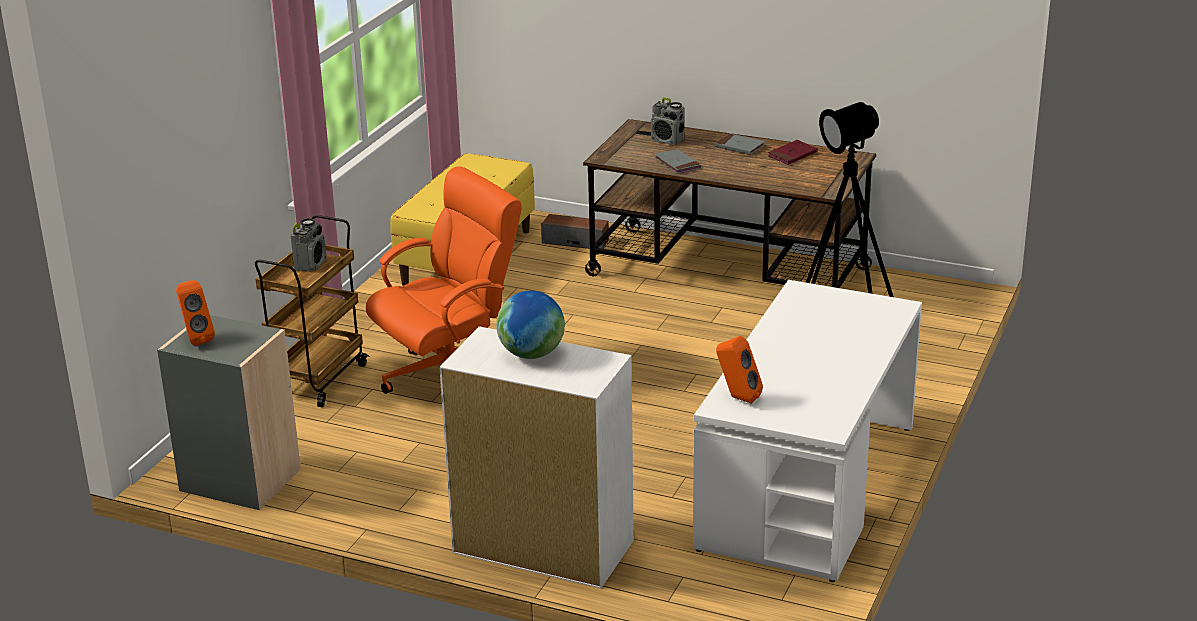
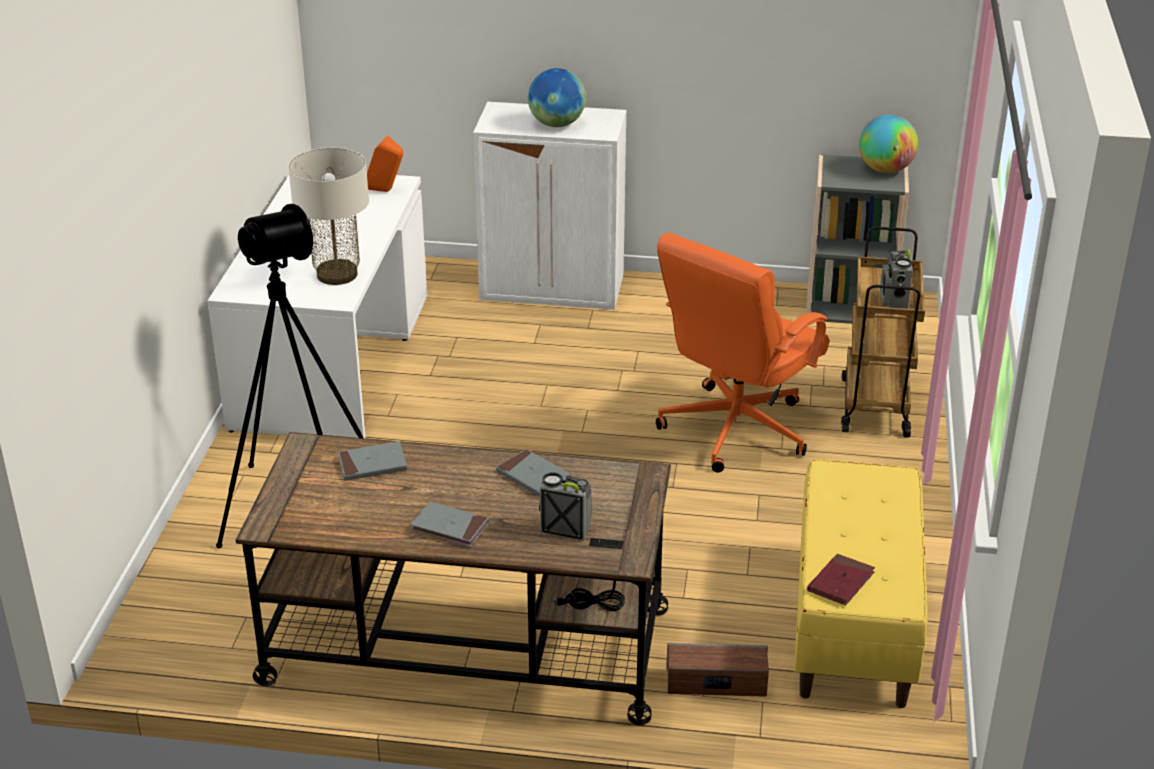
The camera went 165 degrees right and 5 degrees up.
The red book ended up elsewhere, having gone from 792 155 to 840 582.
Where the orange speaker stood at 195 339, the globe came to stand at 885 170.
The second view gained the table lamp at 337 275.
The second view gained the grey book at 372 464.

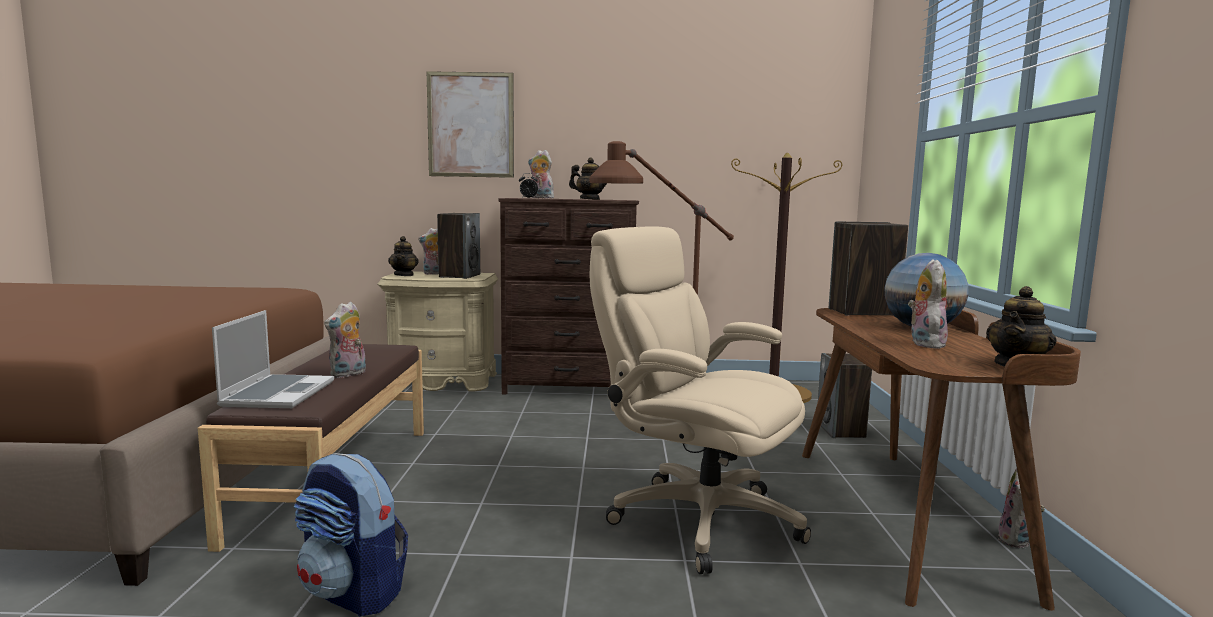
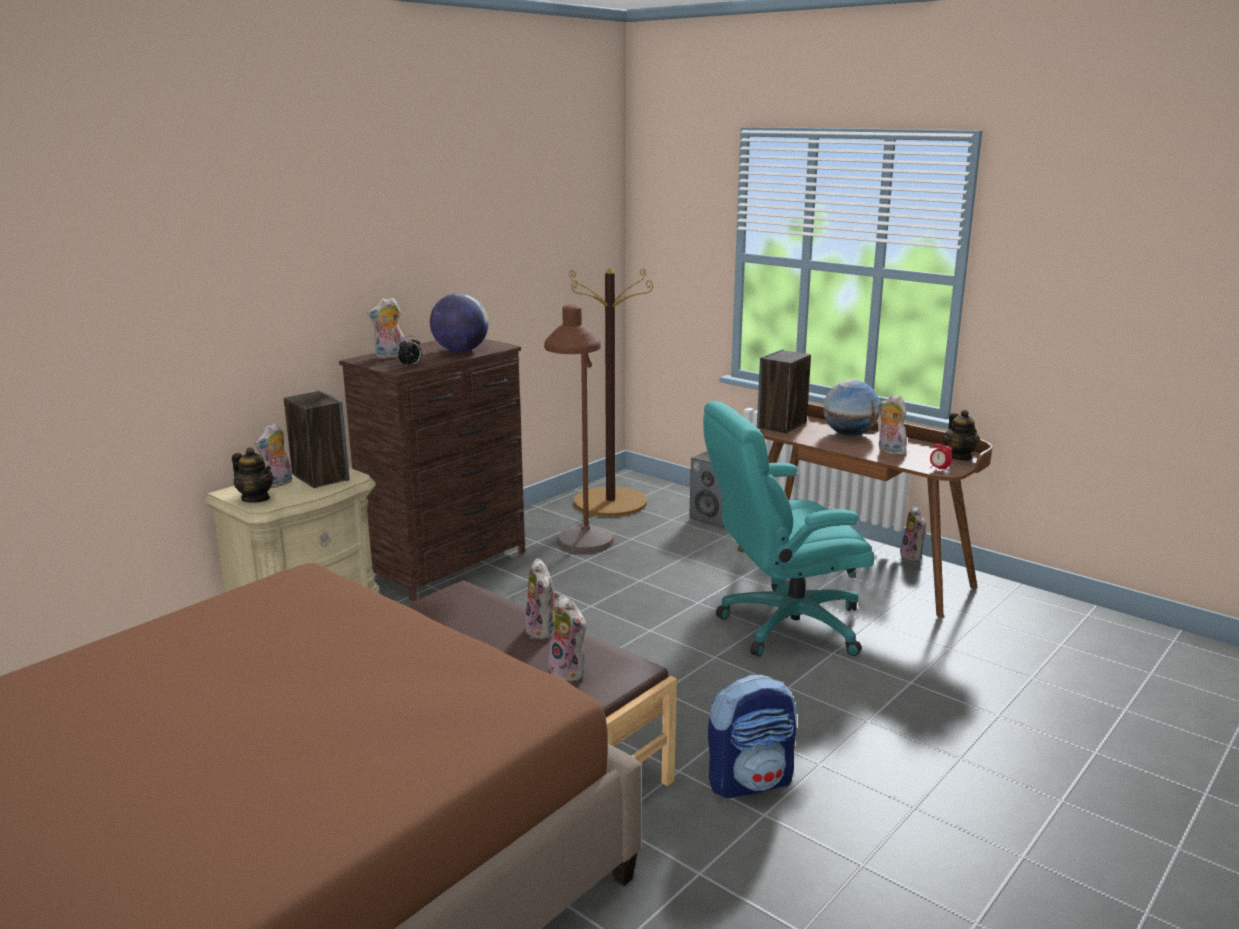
The camera went 50 degrees left and 10 degrees up.
The second view lost the picture at 470 125.
Where the teapot stood at 589 199, the globe came to stand at 460 351.
What was the beige office chair at 694 517 turned into the turquoise office chair at 781 626.
Where the laptop stood at 278 393, the plush toy came to stand at 570 672.
The second view gained the alarm clock at 939 469.

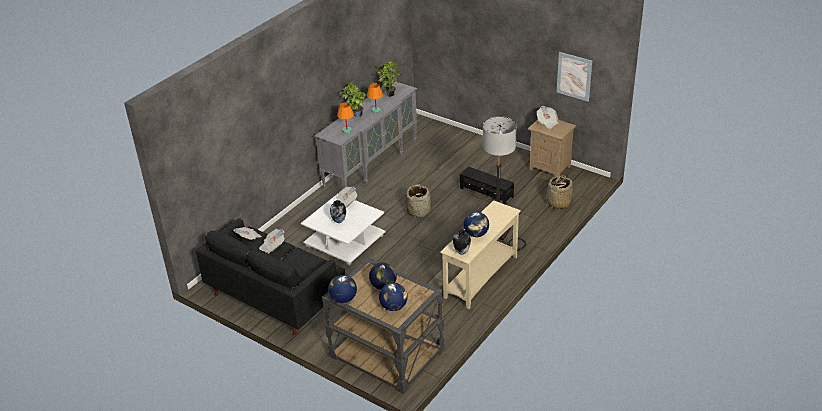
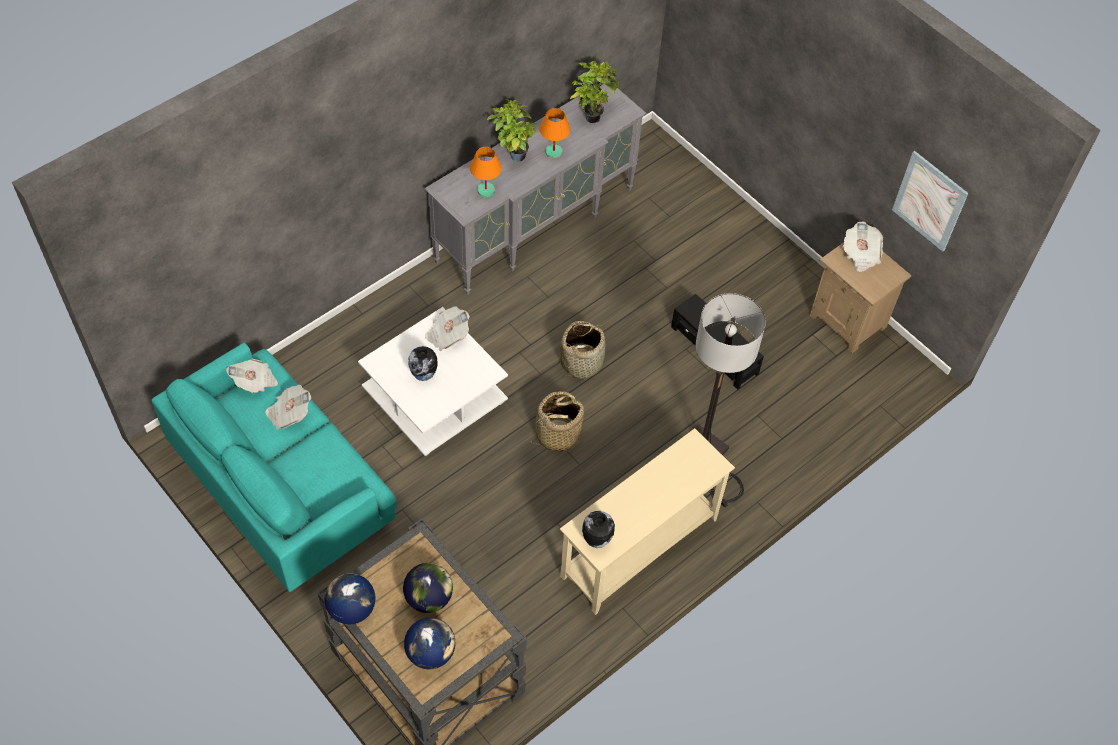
The camera went 10 degrees right and 20 degrees up.
The basket ended up elsewhere, having gone from 558 203 to 557 434.
The second view lost the globe at 476 234.
What was the black sofa at 276 296 turned into the turquoise sofa at 283 490.

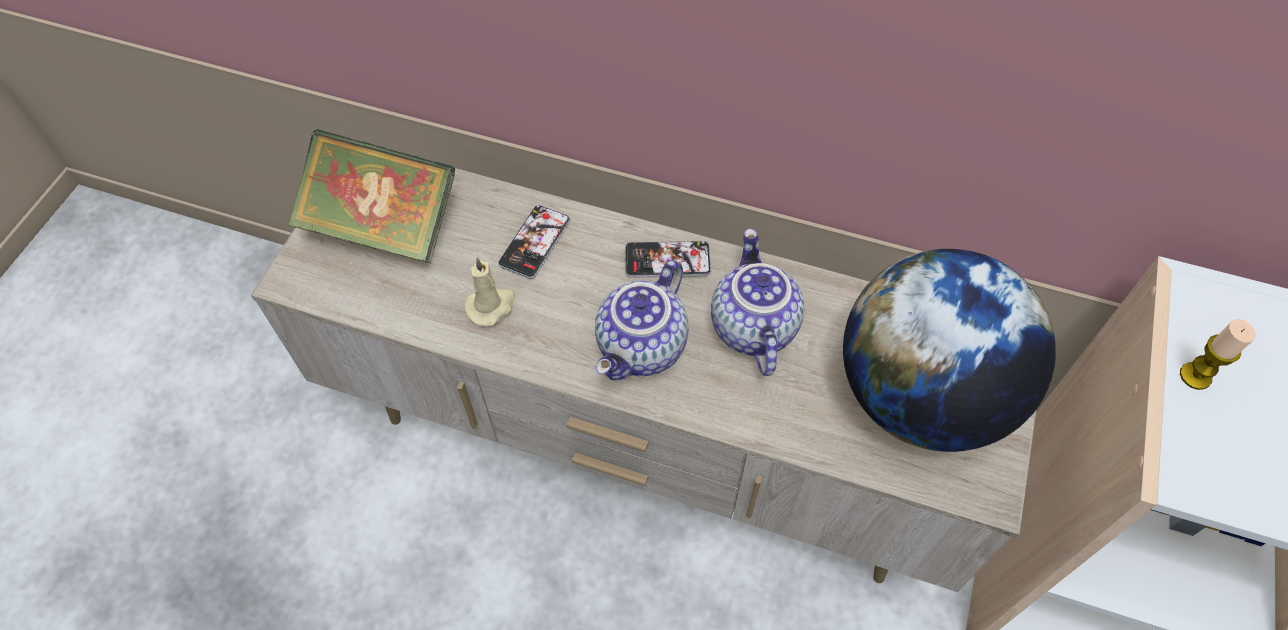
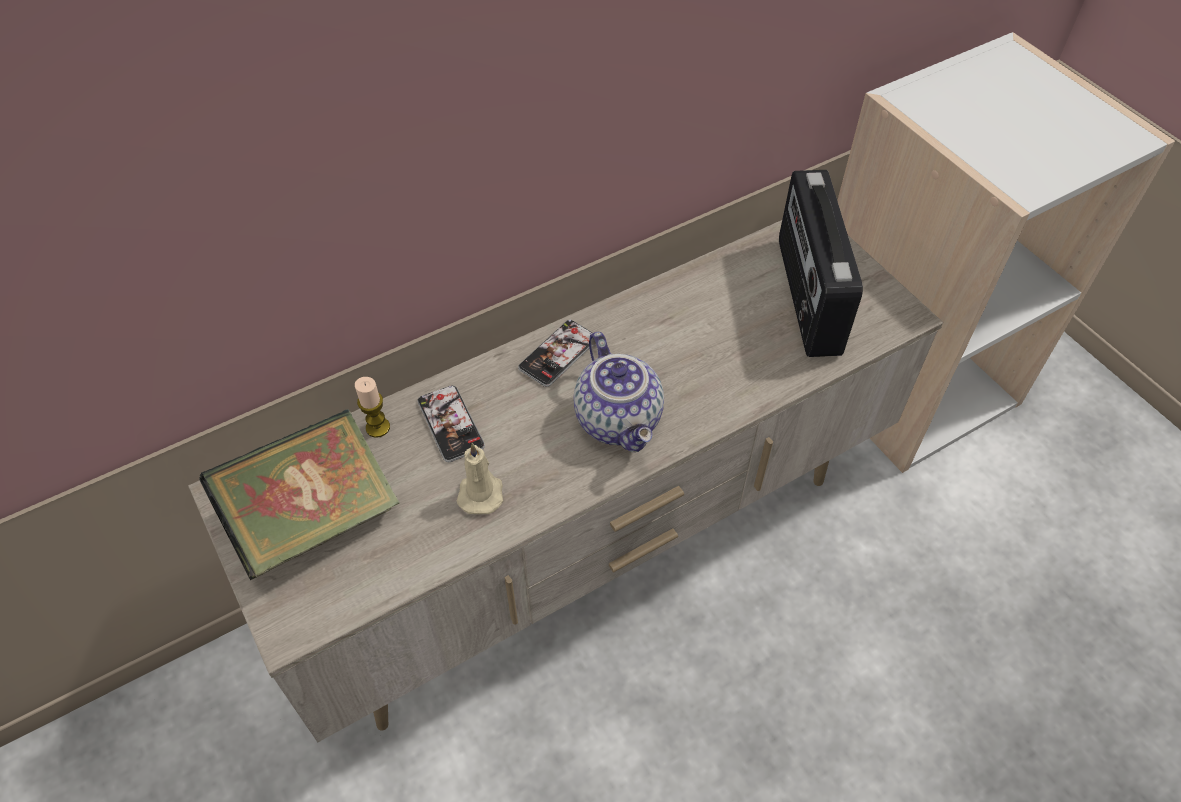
The camera went 50 degrees left and 5 degrees down.
The second view lost the teapot at 751 327.
Where the globe stood at 922 396, the radio came to stand at 806 296.
The candle ended up elsewhere, having gone from 1195 376 to 378 427.

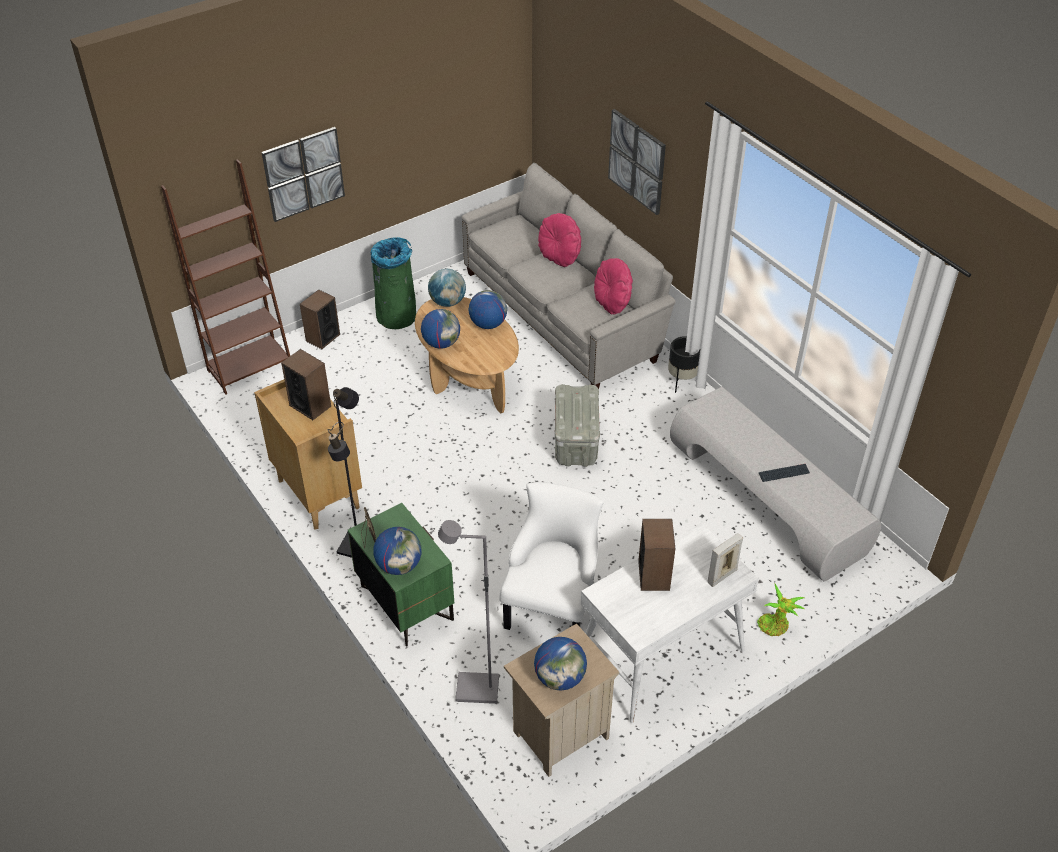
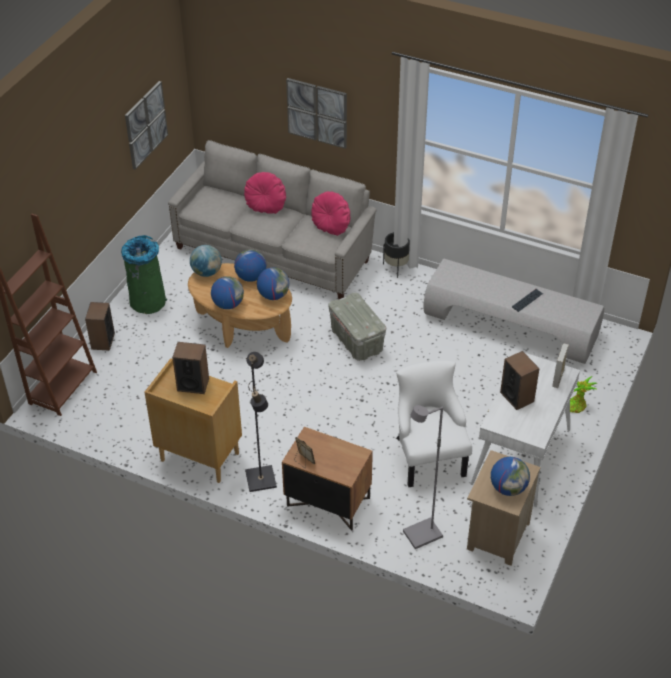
The camera went 30 degrees left and 0 degrees up.
The picture ended up elsewhere, having gone from 303 173 to 145 125.
What was the green nightstand at 405 603 turned into the brown nightstand at 327 502.
The globe ended up elsewhere, having gone from 399 565 to 273 295.

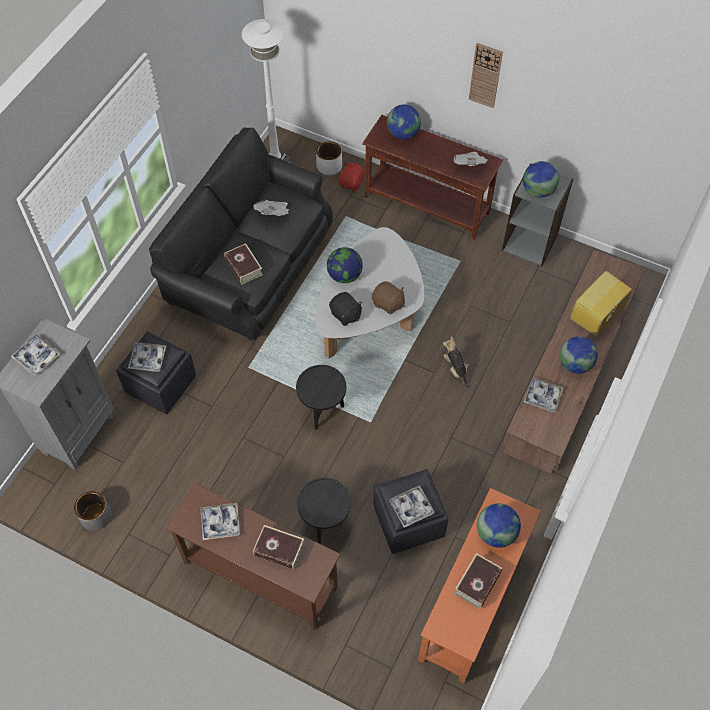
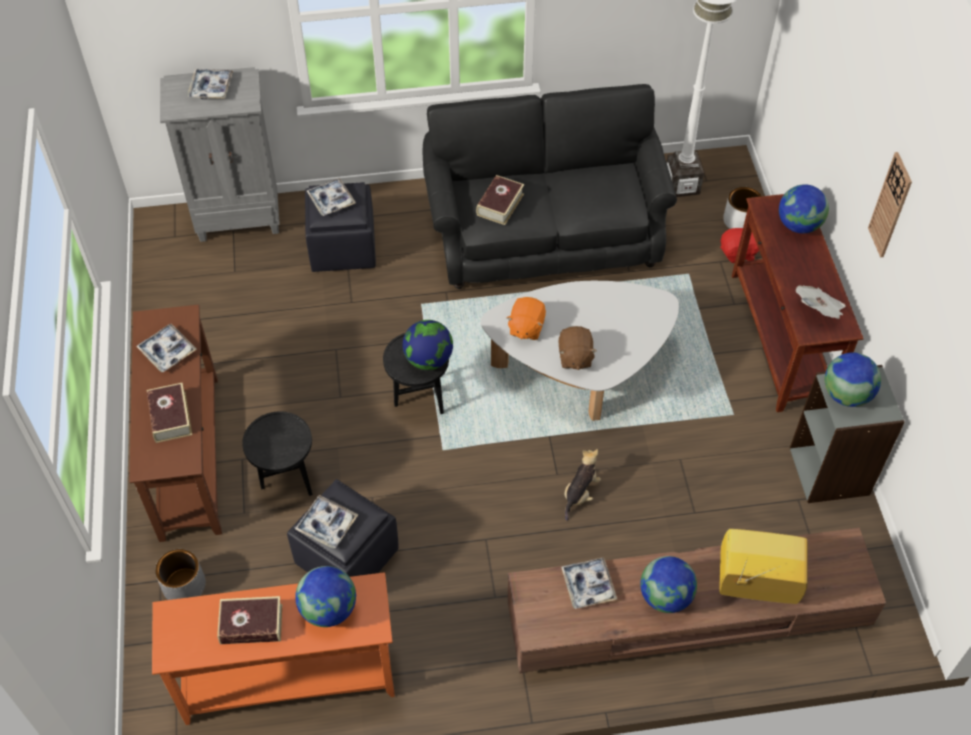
The camera went 55 degrees right and 5 degrees down.
The second view lost the newspaper at 273 213.
The globe ended up elsewhere, having gone from 344 275 to 428 359.
What was the black plush toy at 345 314 turned into the orange plush toy at 526 327.
The grey planter ended up elsewhere, having gone from 95 516 to 184 585.

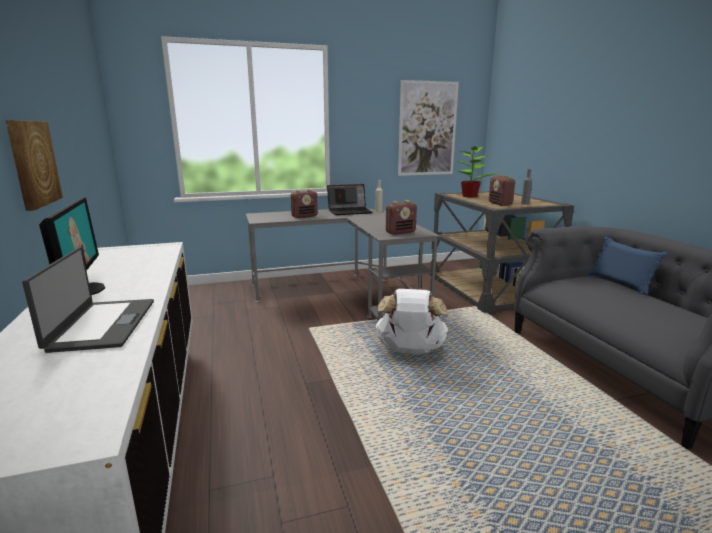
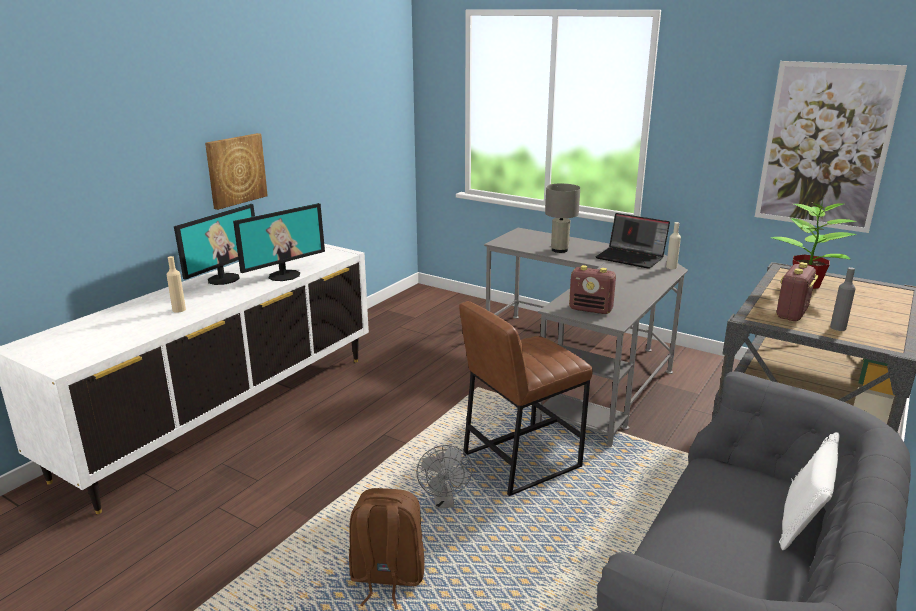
The camera went 50 degrees right and 5 degrees up.
Where the radio stood at 304 216, the grey table lamp came to stand at 560 250.
What was the blue pillow at 620 284 turned into the white pillow at 803 519.
Where the laptop stood at 102 325, the beige bottle came to stand at 179 310.
Where the white backpack stood at 410 350, the brown chair came to stand at 520 461.
The second view gained the monitor at 284 275.
The second view gained the grey fan at 444 502.
The second view gained the brown backpack at 386 578.

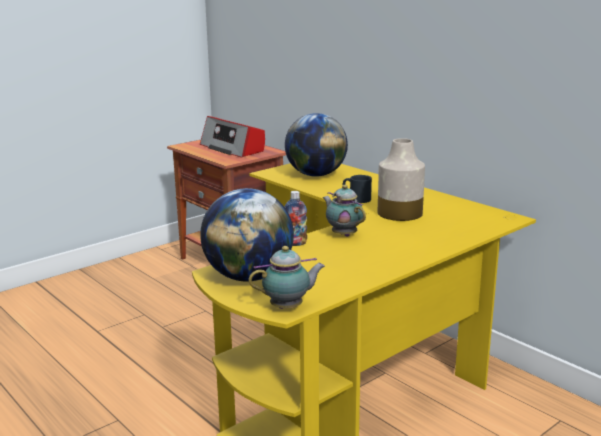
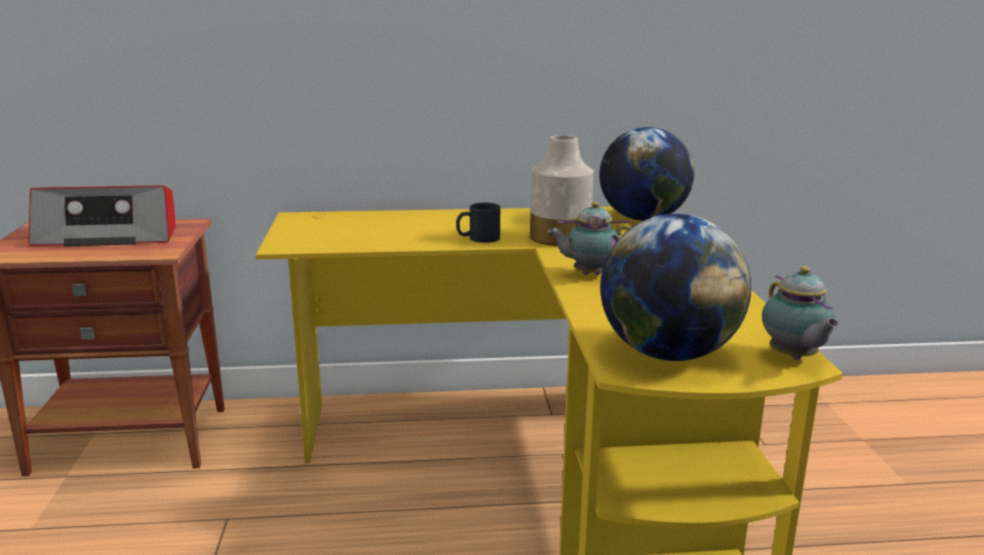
The camera went 55 degrees left and 0 degrees up.
The globe ended up elsewhere, having gone from 315 175 to 642 219.
The second view lost the bottle at 295 243.
The teapot at 289 307 ended up facing another way, 150 degrees clockwise from before.

